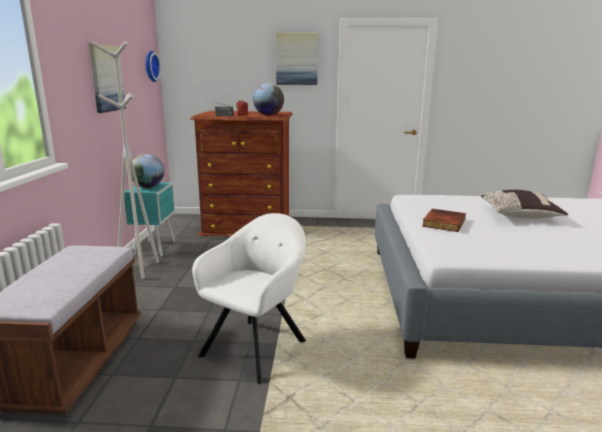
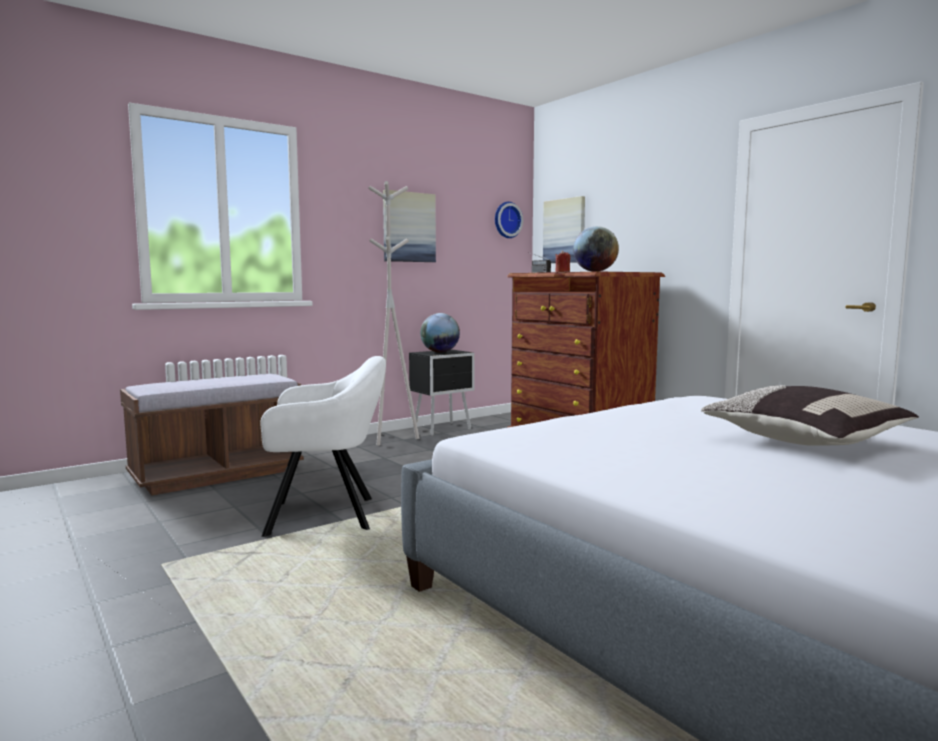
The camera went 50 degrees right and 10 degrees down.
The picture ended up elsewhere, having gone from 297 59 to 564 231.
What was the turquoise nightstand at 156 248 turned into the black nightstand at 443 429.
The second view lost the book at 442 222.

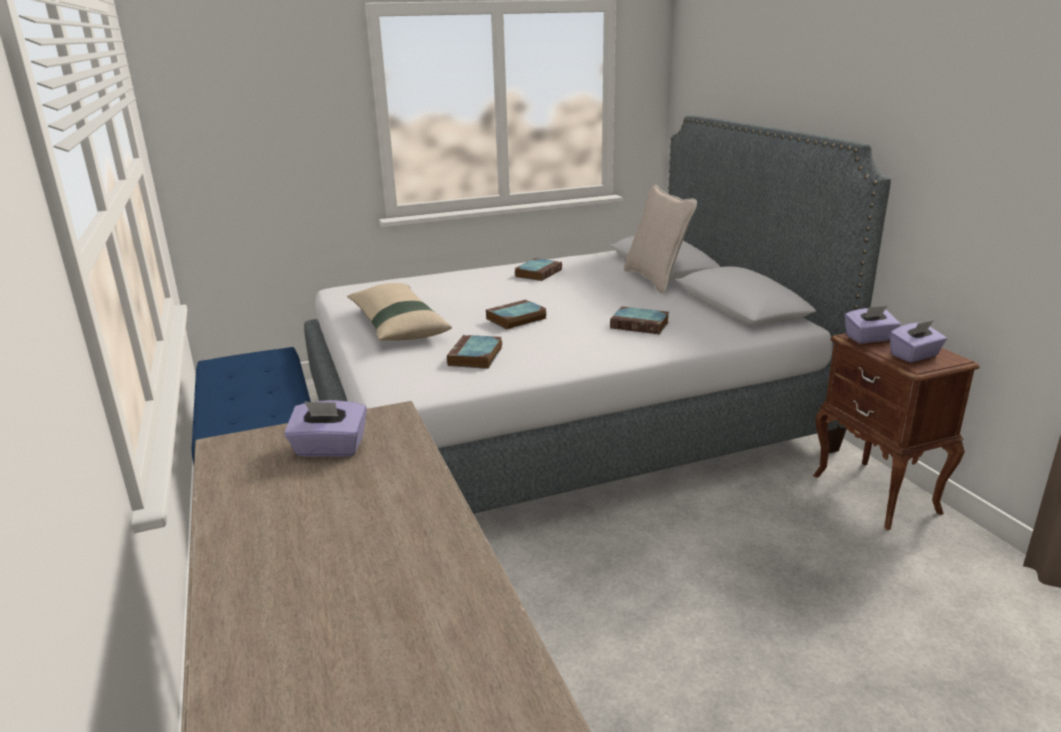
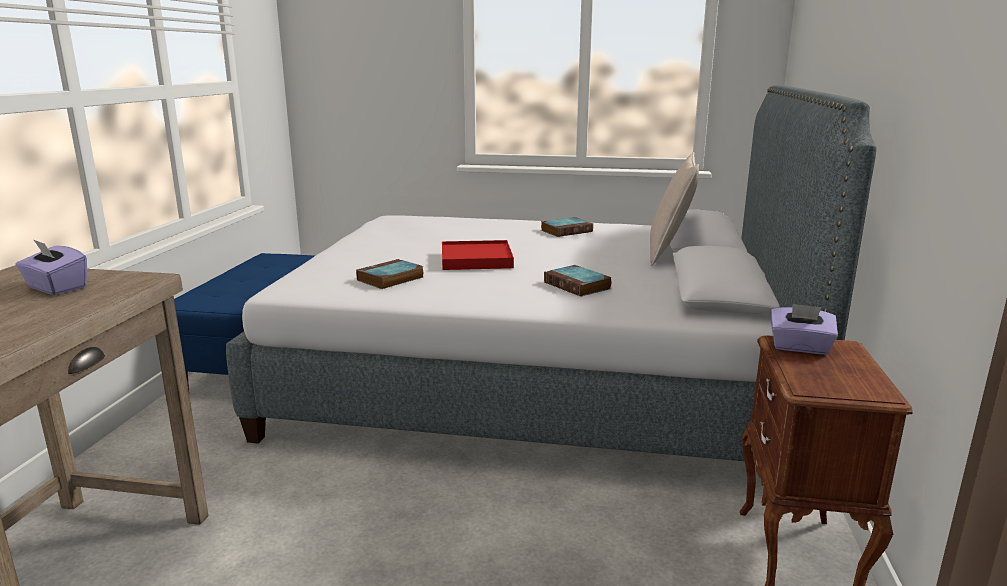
The camera went 30 degrees right and 5 degrees down.
The second view lost the beige pillow at 397 325.
Where the book stood at 516 319, the red tray came to stand at 476 259.
The second view lost the purple tissue box at 915 355.

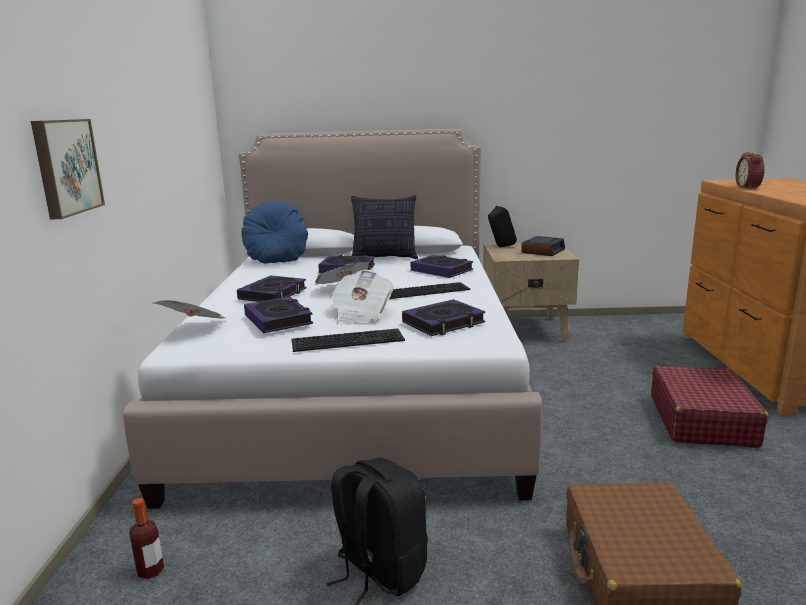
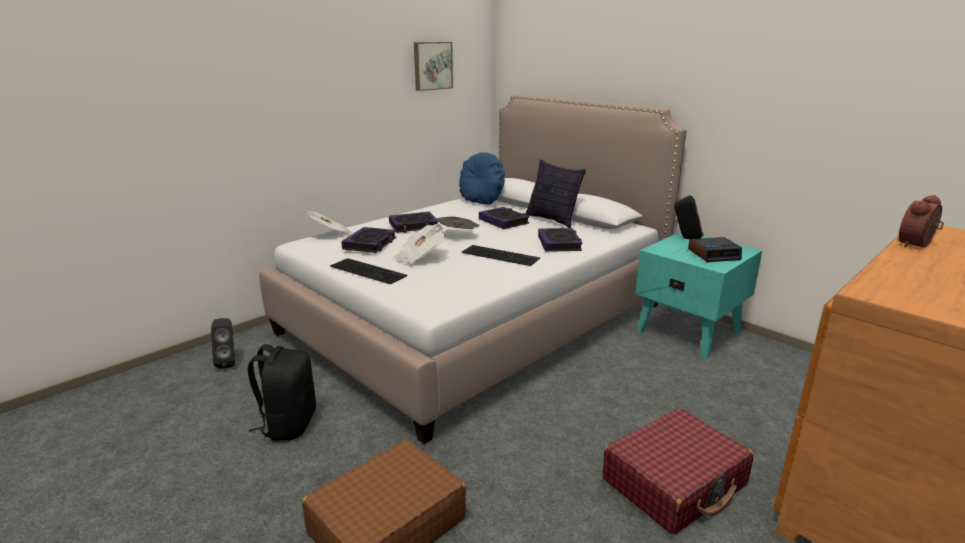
The camera went 45 degrees right and 5 degrees up.
The picture ended up elsewhere, having gone from 65 166 to 432 66.
What was the beige nightstand at 526 330 turned into the turquoise nightstand at 689 332.
The second view lost the book at 443 323.
Where the bottle stood at 150 571, the black speaker came to stand at 229 362.

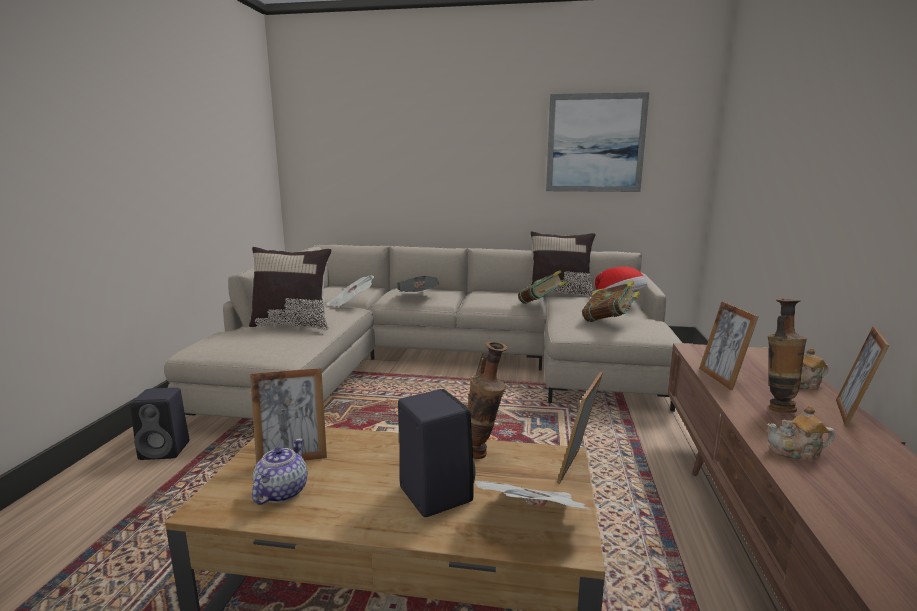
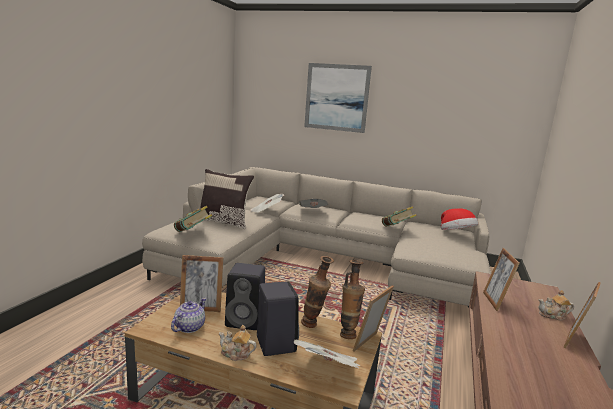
The camera went 10 degrees right and 0 degrees up.
The picture ended up elsewhere, having gone from 595 143 to 336 97.
The second view lost the pillow at 560 293.
The book ended up elsewhere, having gone from 609 322 to 192 233.
The vase ended up elsewhere, having gone from 777 407 to 348 333.
The black speaker ended up elsewhere, having gone from 166 450 to 246 321.
The teapot ended up elsewhere, having gone from 796 453 to 236 354.

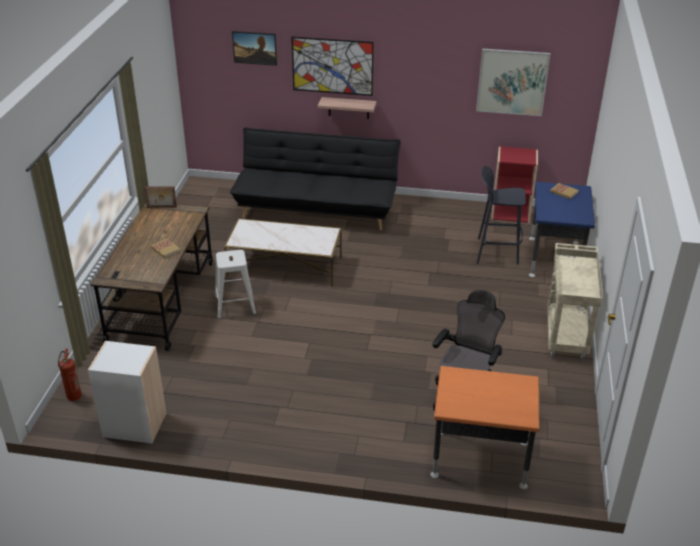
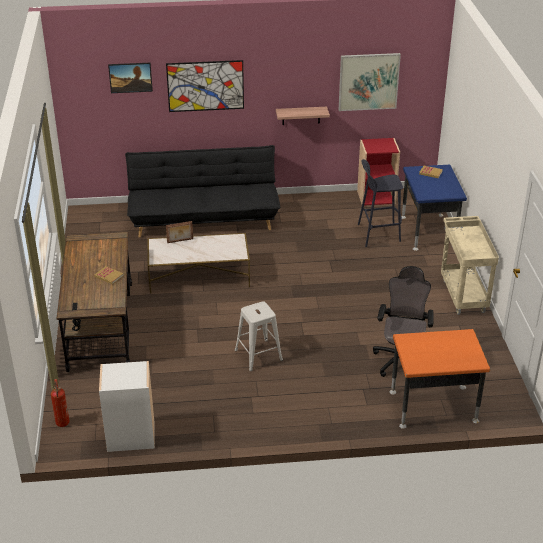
The camera went 15 degrees left and 0 degrees up.
The shelf ended up elsewhere, having gone from 348 108 to 301 115.
The picture frame ended up elsewhere, having gone from 161 207 to 180 241.
The white stool ended up elsewhere, having gone from 235 305 to 258 355.

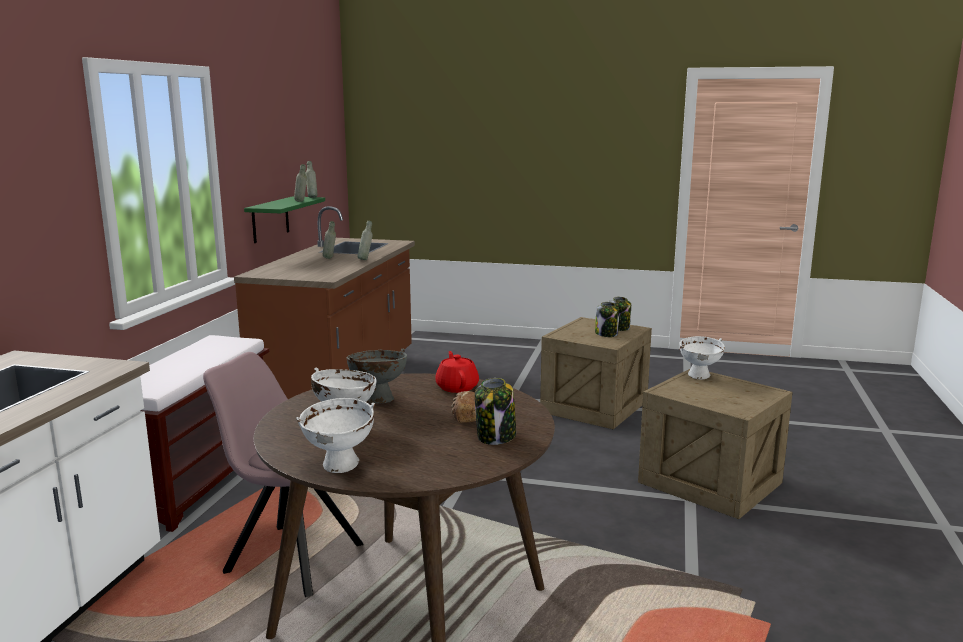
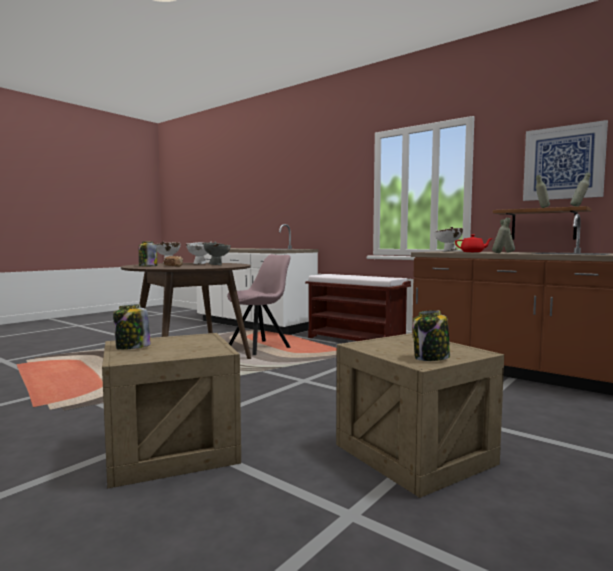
The camera went 115 degrees right and 10 degrees down.
What was the green shelf at 270 219 turned into the brown shelf at 543 224.
The jar ended up elsewhere, having gone from 607 334 to 132 348.
The white bowl ended up elsewhere, having gone from 700 377 to 447 251.
The red teapot ended up elsewhere, having gone from 457 387 to 472 252.
The second view gained the picture at 563 163.

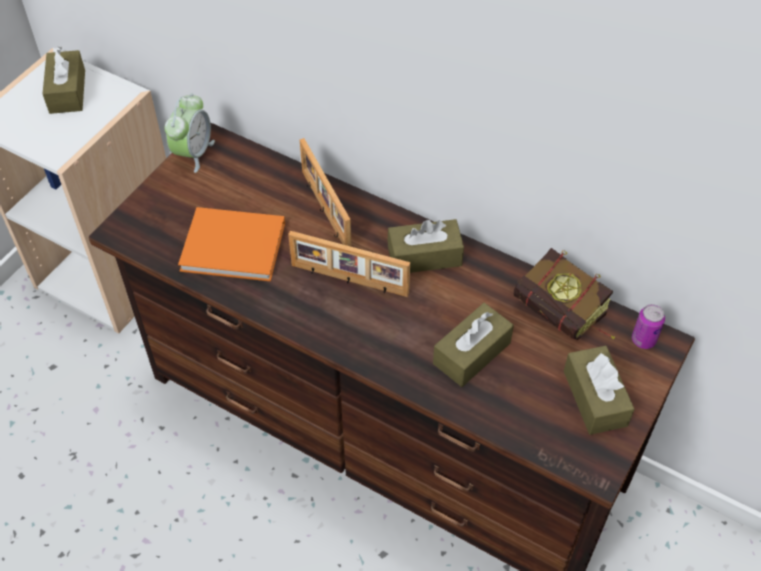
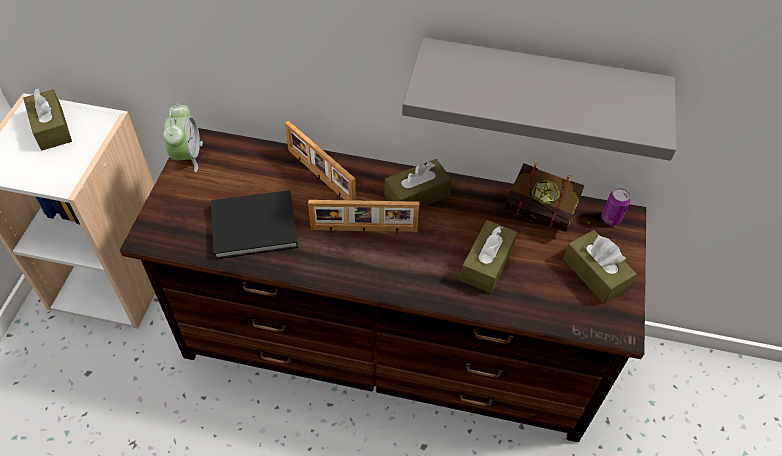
The camera went 20 degrees left and 0 degrees up.
What was the orange book at 236 247 turned into the black book at 257 226.
The second view gained the grey shelf at 538 89.

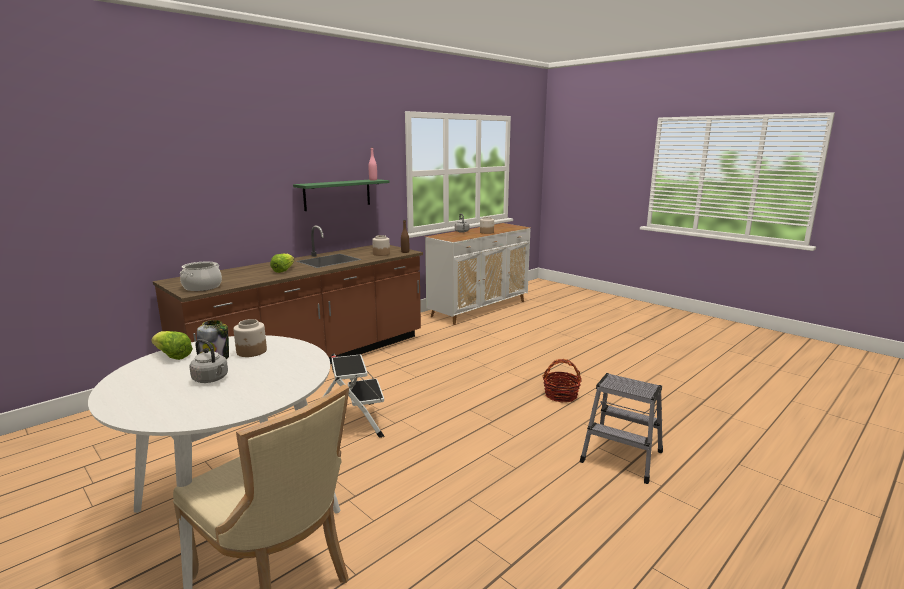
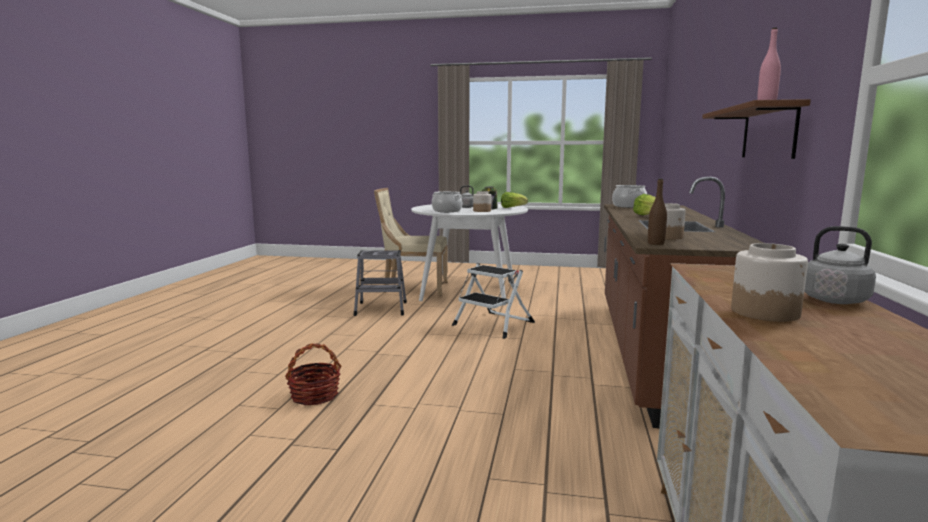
The camera went 145 degrees right and 5 degrees down.
What was the green shelf at 337 194 turned into the brown shelf at 768 132.
The grey step ladder ended up elsewhere, having gone from 621 456 to 381 308.
The second view gained the cooking pot at 446 211.

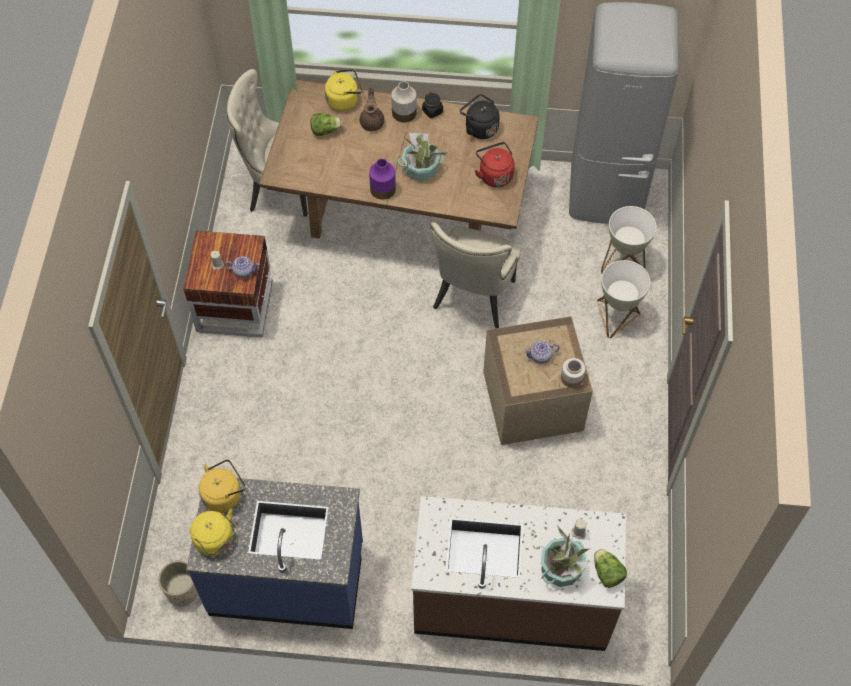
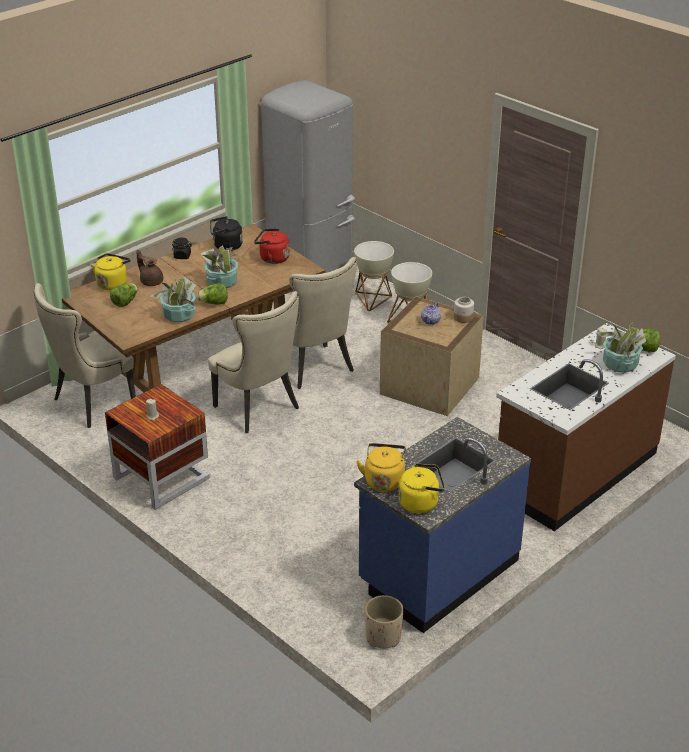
The camera went 50 degrees left and 25 degrees down.
The second view lost the beige vase at 403 112.
Where the purple vase stood at 383 189, the lettuce came to stand at 214 303.
The second view lost the teapot at 243 271.
The second view gained the potted plant at 179 315.
The second view gained the beige chair at 257 409.

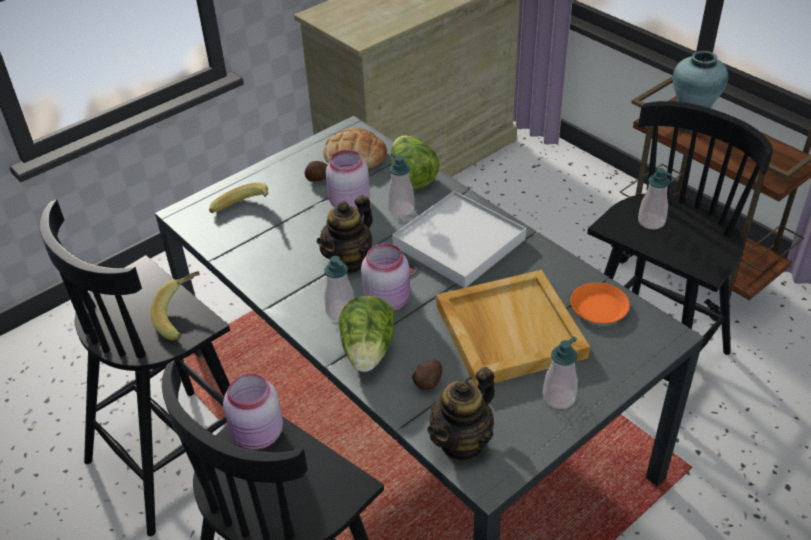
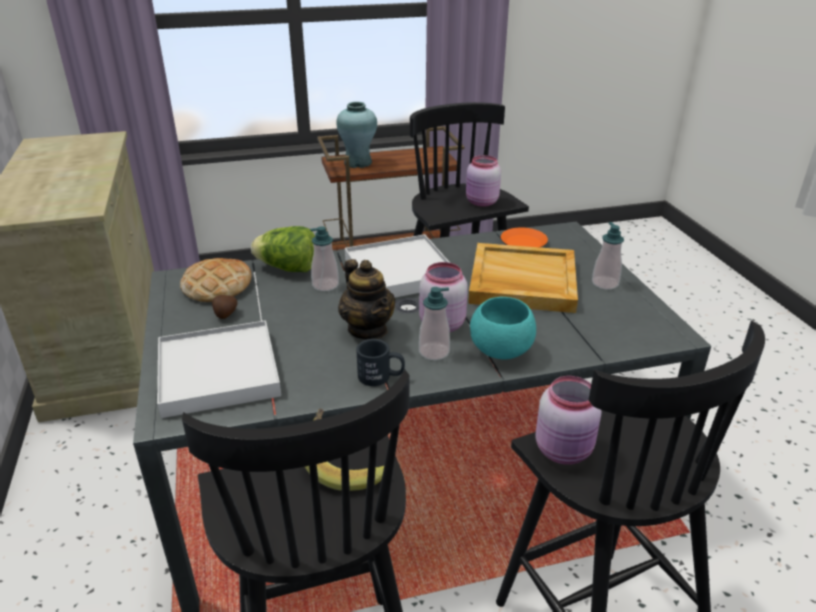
The camera went 65 degrees left and 10 degrees down.
The pink jar ended up elsewhere, having gone from 348 204 to 481 202.
The second view lost the soap dispenser at 651 222.
Where the banana stood at 244 211, the white tray came to stand at 219 372.
Where the lettuce stood at 368 352, the turquoise bowl came to stand at 500 351.
The second view lost the potato at 429 382.
The second view lost the teapot at 462 442.
The second view gained the black mug at 381 377.

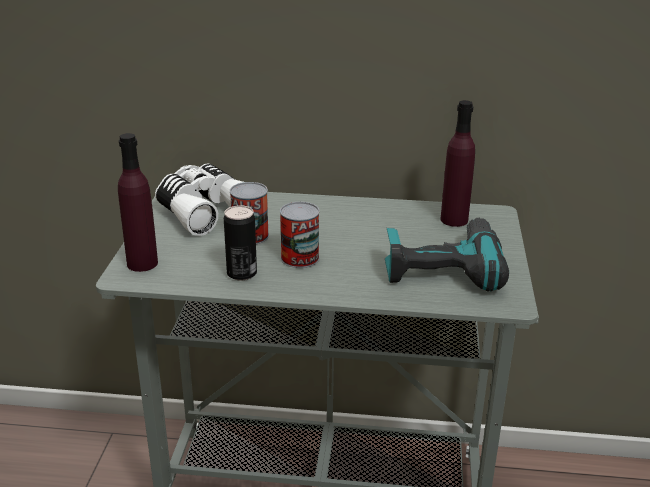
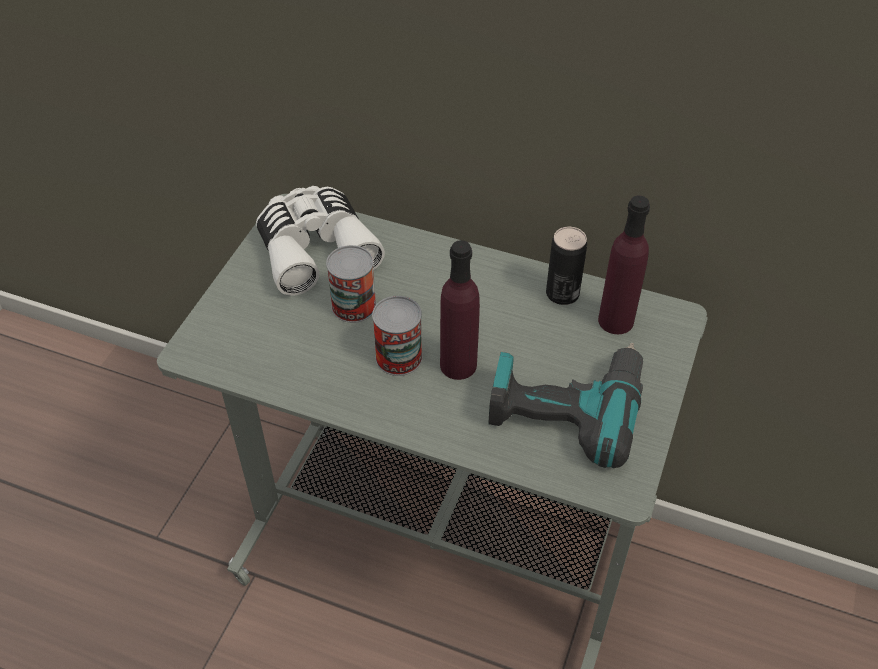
The camera went 15 degrees right and 20 degrees up.
The purple bottle ended up elsewhere, having gone from 142 263 to 458 365.
The can ended up elsewhere, having gone from 241 273 to 562 294.

